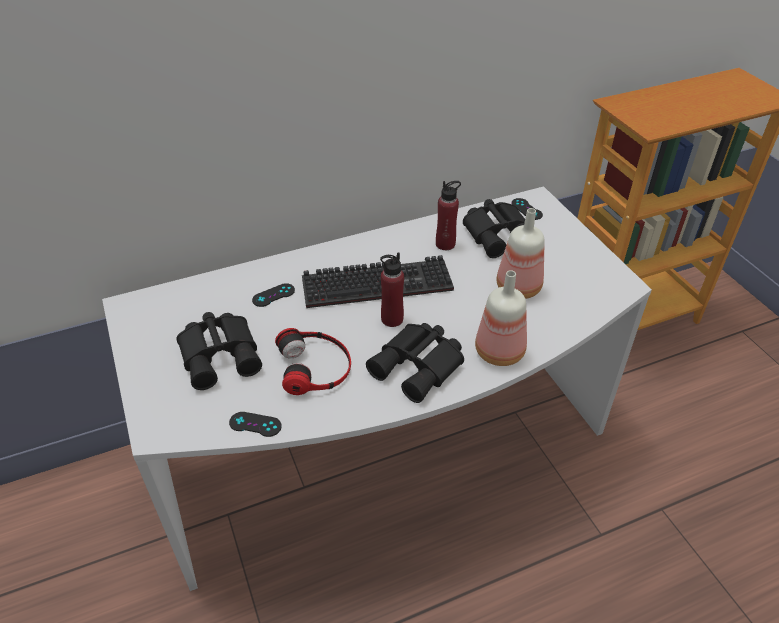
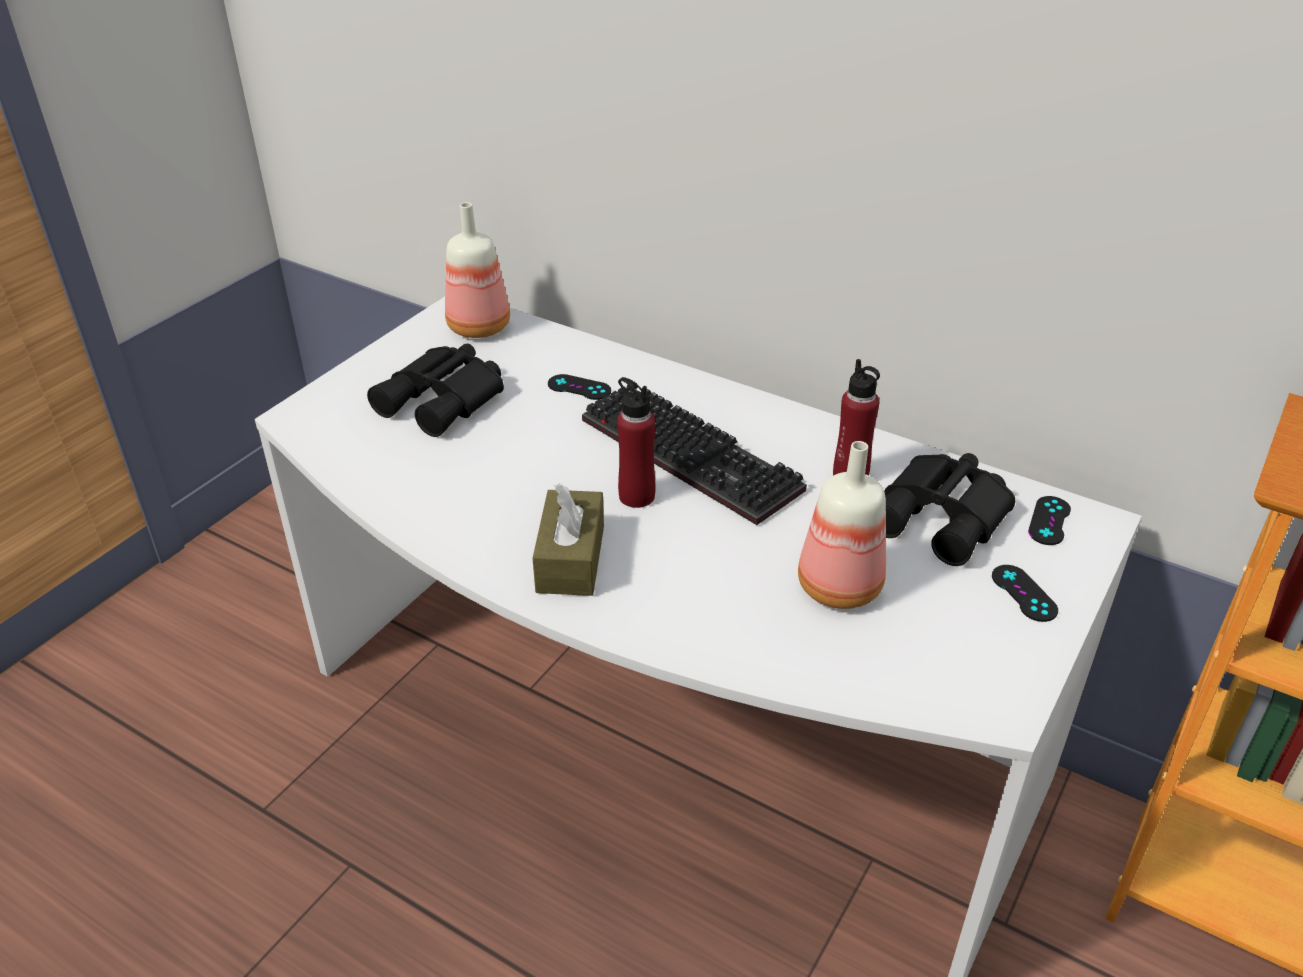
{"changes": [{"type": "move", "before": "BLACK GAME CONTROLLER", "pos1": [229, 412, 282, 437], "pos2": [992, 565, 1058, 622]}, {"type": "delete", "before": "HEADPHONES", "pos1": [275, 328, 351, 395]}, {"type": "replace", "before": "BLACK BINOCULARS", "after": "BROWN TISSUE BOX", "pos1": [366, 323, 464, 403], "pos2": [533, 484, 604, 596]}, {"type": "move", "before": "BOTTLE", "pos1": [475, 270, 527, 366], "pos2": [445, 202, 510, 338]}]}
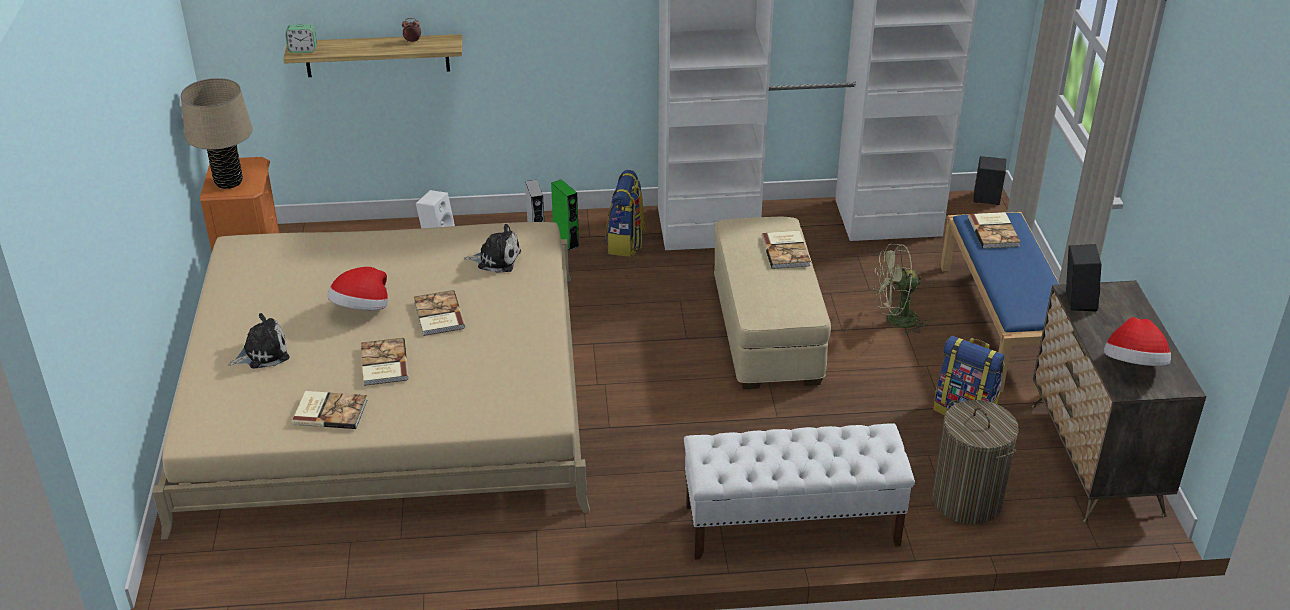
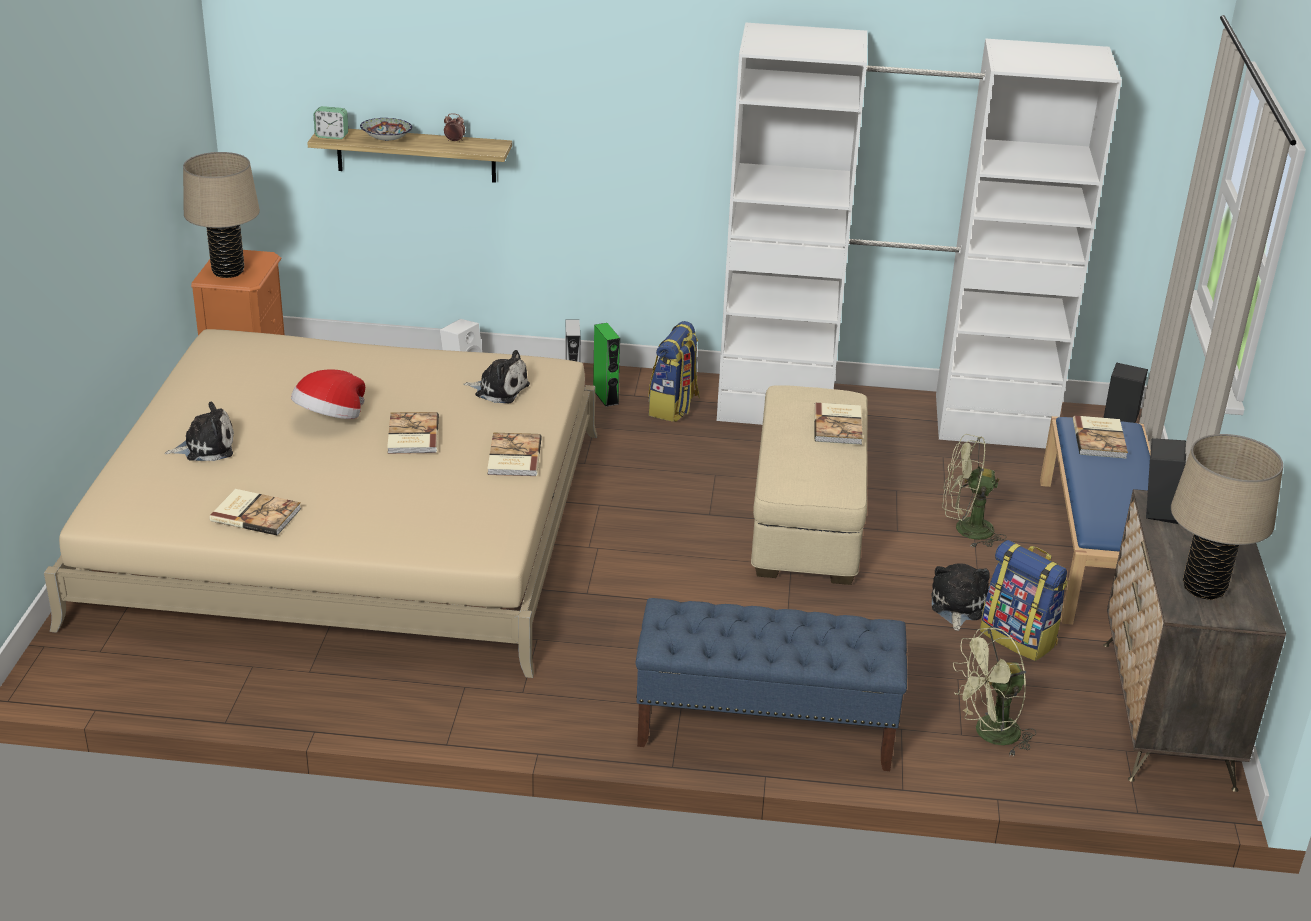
{"changes": [{"type": "move", "before": "BOOK", "pos1": [361, 338, 409, 386], "pos2": [487, 433, 542, 476]}, {"type": "recolor", "before": "WHITE BENCH", "after": "BLUE BENCH", "pos1": [684, 423, 915, 560], "pos2": [636, 598, 907, 771]}, {"type": "replace", "before": "LAUNDRY BASKET", "after": "GREEN FAN", "pos1": [932, 400, 1019, 524], "pos2": [953, 627, 1036, 756]}, {"type": "replace", "before": "HAT", "after": "BEIGE TABLE LAMP", "pos1": [1104, 317, 1171, 366], "pos2": [1171, 434, 1283, 600]}, {"type": "insert", "after": "BOWL", "pos2": [360, 118, 412, 141]}, {"type": "insert", "after": "PLUSH TOY", "pos2": [931, 563, 990, 631]}]}
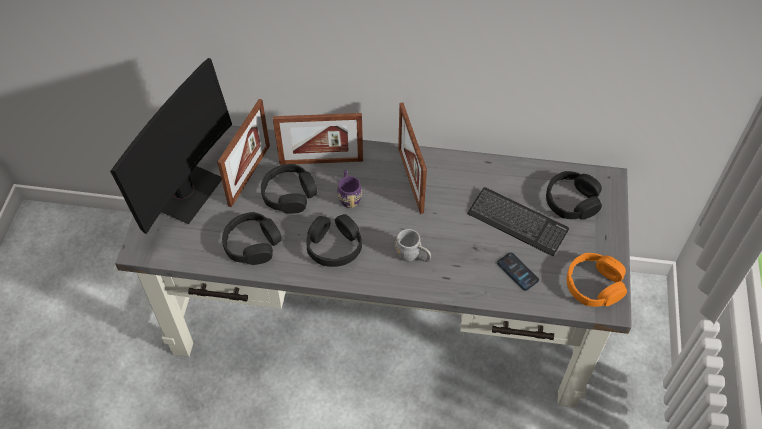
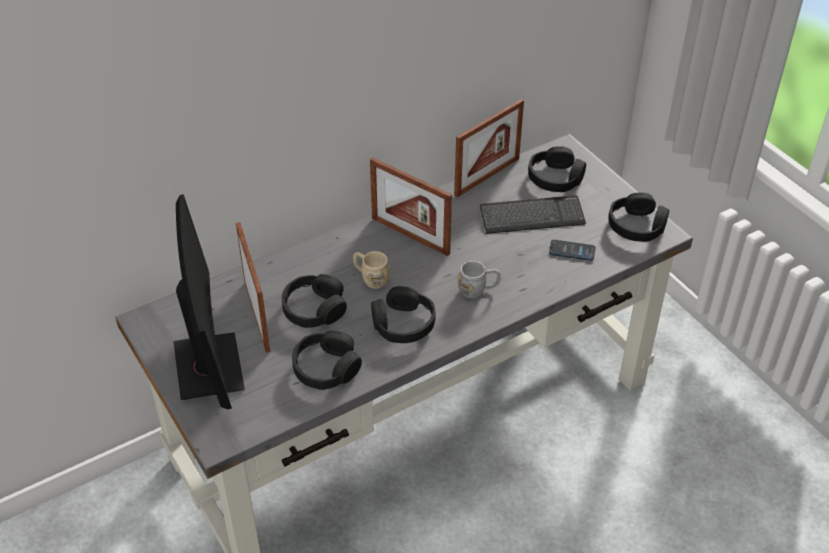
{"changes": [{"type": "move", "before": "PICTURE FRAME", "pos1": [273, 113, 363, 165], "pos2": [454, 99, 524, 197]}, {"type": "recolor", "before": "PURPLE MUG", "after": "BEIGE MUG", "pos1": [337, 170, 362, 208], "pos2": [353, 251, 390, 289]}, {"type": "recolor", "before": "ORANGE HEADPHONES", "after": "BLACK HEADPHONES", "pos1": [567, 253, 627, 307], "pos2": [608, 193, 669, 242]}]}
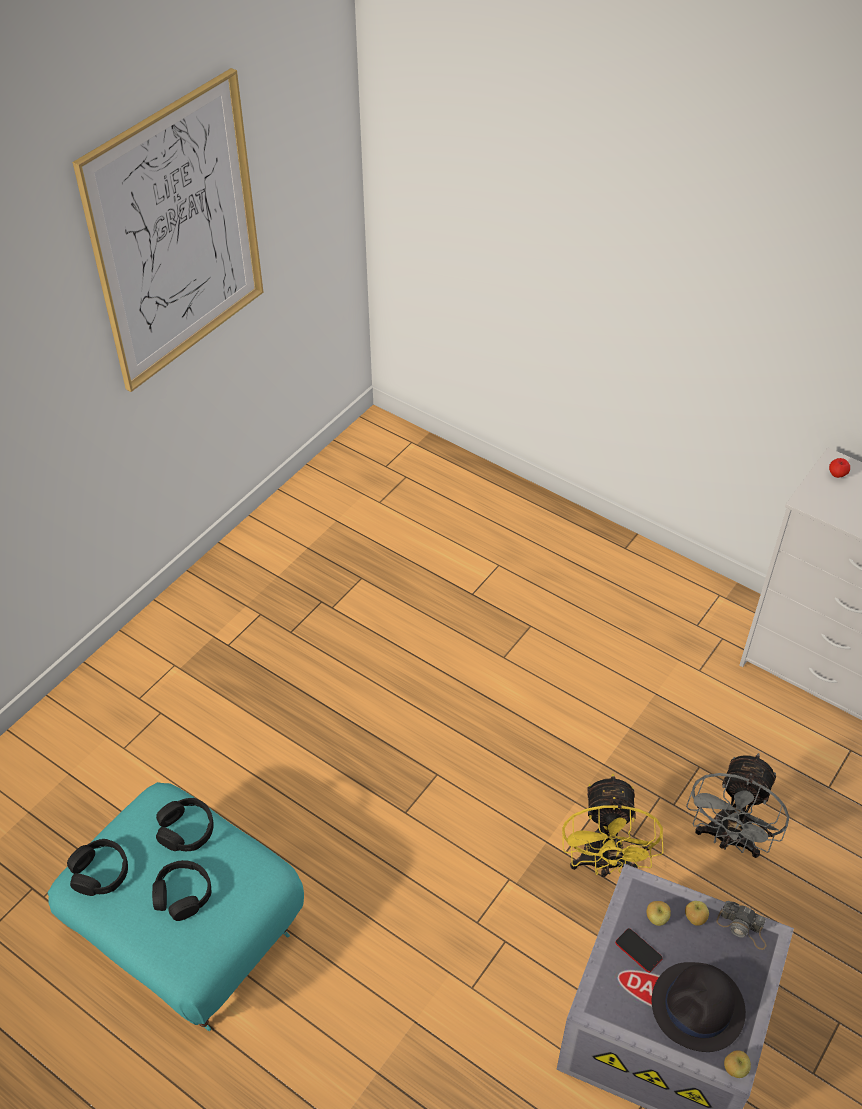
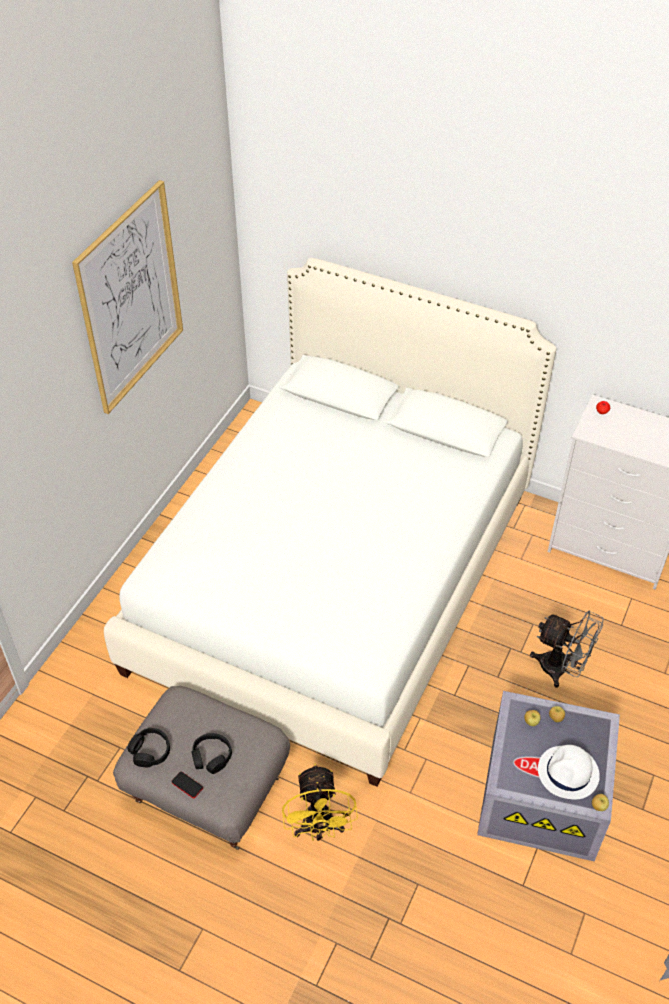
{"changes": [{"type": "recolor", "before": "TURQUOISE OTTOMAN", "after": "GREY OTTOMAN", "pos1": [48, 782, 304, 1031], "pos2": [113, 686, 290, 850]}, {"type": "delete", "before": "BLACK HEADPHONES", "pos1": [156, 798, 214, 851]}, {"type": "move", "before": "YELLOW FAN", "pos1": [562, 774, 664, 877], "pos2": [282, 764, 358, 841]}, {"type": "move", "before": "PHONE", "pos1": [615, 928, 663, 973], "pos2": [171, 771, 203, 798]}, {"type": "recolor", "before": "BLACK HAT", "after": "WHITE HAT", "pos1": [652, 962, 746, 1052], "pos2": [538, 745, 600, 799]}, {"type": "rotate", "before": "GREY FAN", "pos1": [686, 753, 790, 858], "pos2": [530, 611, 604, 688], "turn": -75}, {"type": "delete", "before": "PHOTO CAMERA", "pos1": [716, 901, 766, 950]}, {"type": "insert", "after": "WHITE BED", "pos2": [104, 258, 557, 787]}]}
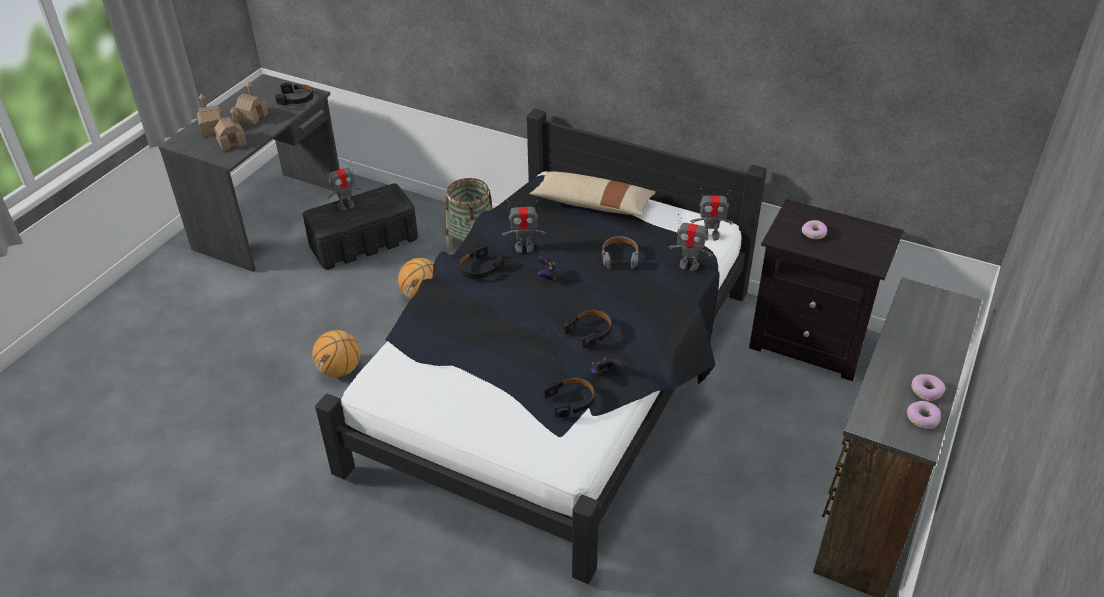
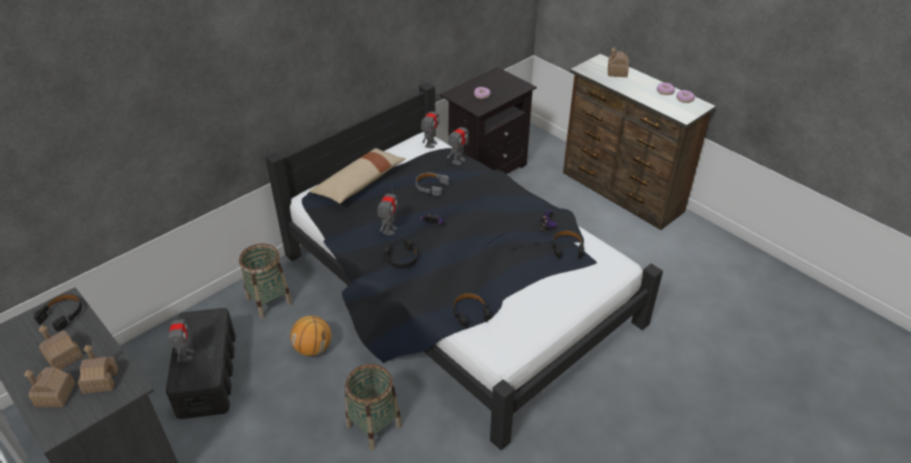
{"changes": [{"type": "replace", "before": "BASKETBALL", "after": "BASKET", "pos1": [312, 330, 360, 377], "pos2": [345, 364, 402, 450]}, {"type": "move", "before": "BLACK HEADPHONES", "pos1": [564, 310, 612, 348], "pos2": [453, 293, 491, 328]}, {"type": "insert", "after": "TOY HOUSE", "pos2": [608, 47, 629, 77]}]}
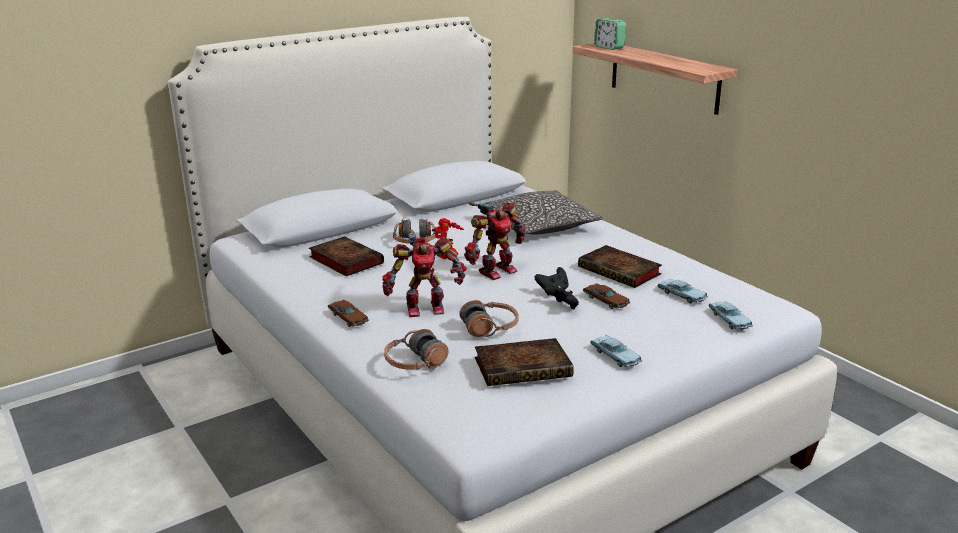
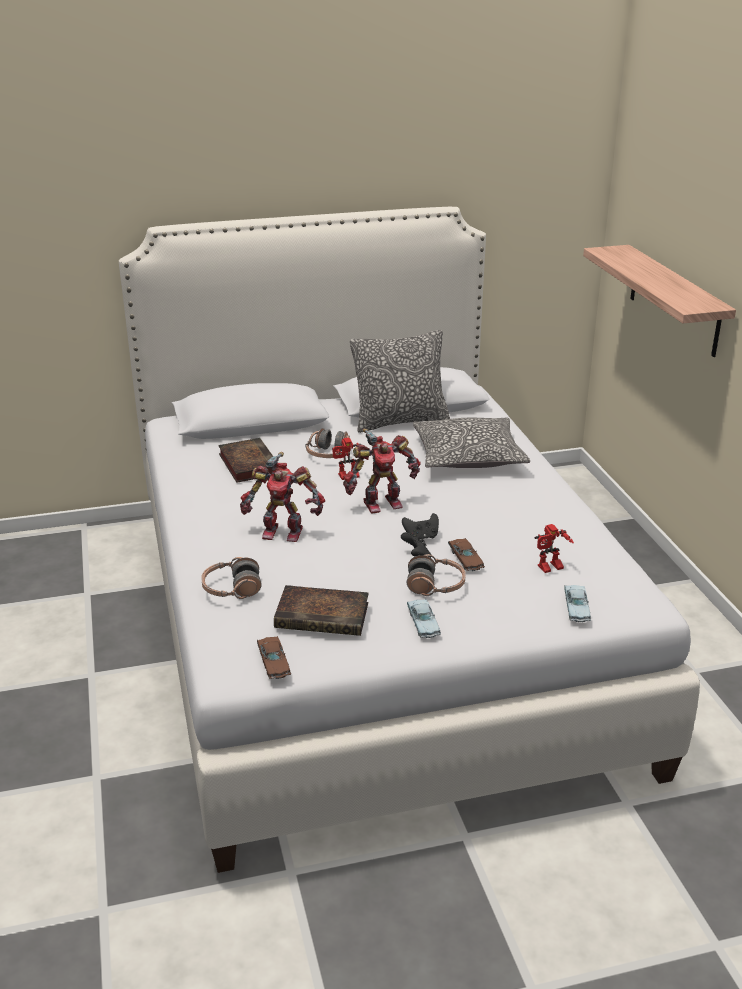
{"changes": [{"type": "move", "before": "BROWN TOY CAR", "pos1": [328, 300, 369, 327], "pos2": [257, 636, 291, 679]}, {"type": "move", "before": "HEADPHONES", "pos1": [459, 300, 519, 337], "pos2": [407, 554, 465, 596]}, {"type": "delete", "before": "BOOK", "pos1": [578, 245, 662, 288]}, {"type": "delete", "before": "ALARM CLOCK", "pos1": [594, 18, 626, 50]}, {"type": "replace", "before": "BLUE TOY CAR", "after": "TOY ROBOT", "pos1": [657, 279, 708, 303], "pos2": [535, 524, 574, 573]}, {"type": "insert", "after": "PILLOW", "pos2": [350, 330, 450, 433]}]}
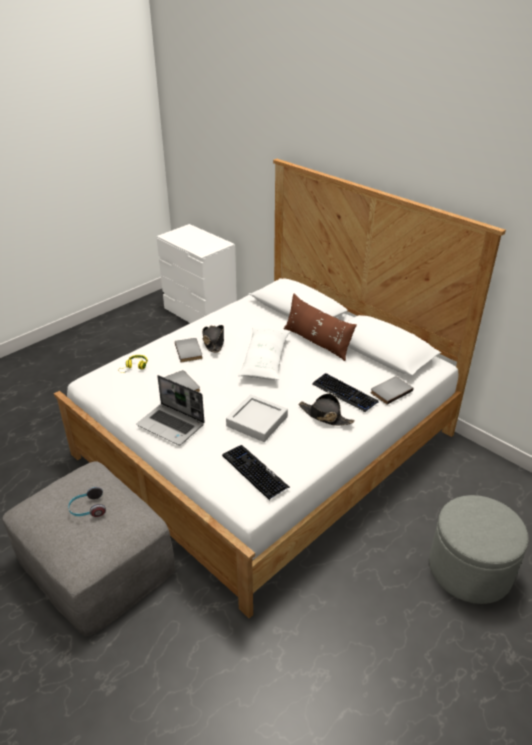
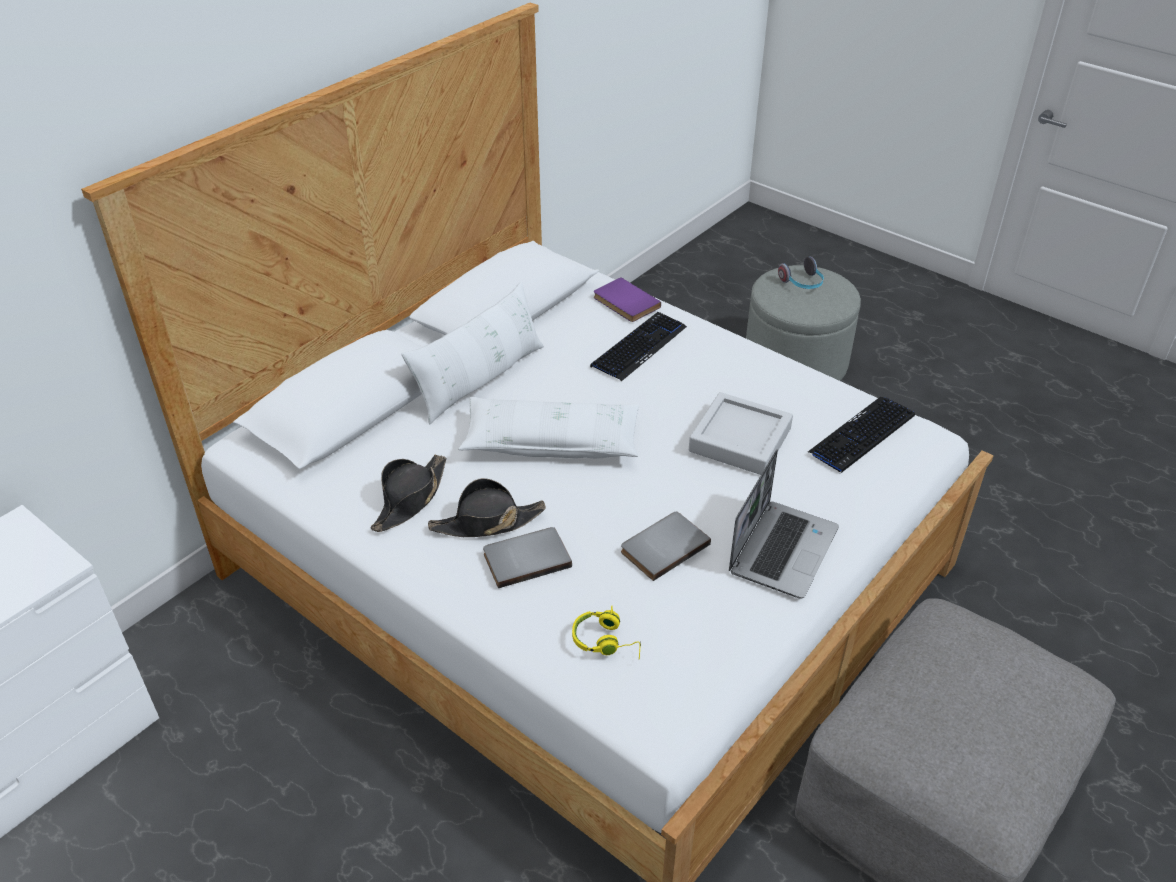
{"changes": [{"type": "move", "before": "HEADPHONES", "pos1": [68, 487, 106, 517], "pos2": [778, 257, 824, 289]}, {"type": "recolor", "before": "BROWN PILLOW", "after": "WHITE PILLOW", "pos1": [284, 294, 357, 361], "pos2": [401, 282, 544, 425]}, {"type": "move", "before": "BLACK HAT", "pos1": [299, 393, 355, 426], "pos2": [370, 455, 446, 532]}, {"type": "recolor", "before": "GREY BOOK", "after": "PURPLE BOOK", "pos1": [371, 377, 413, 405], "pos2": [594, 277, 661, 322]}]}
